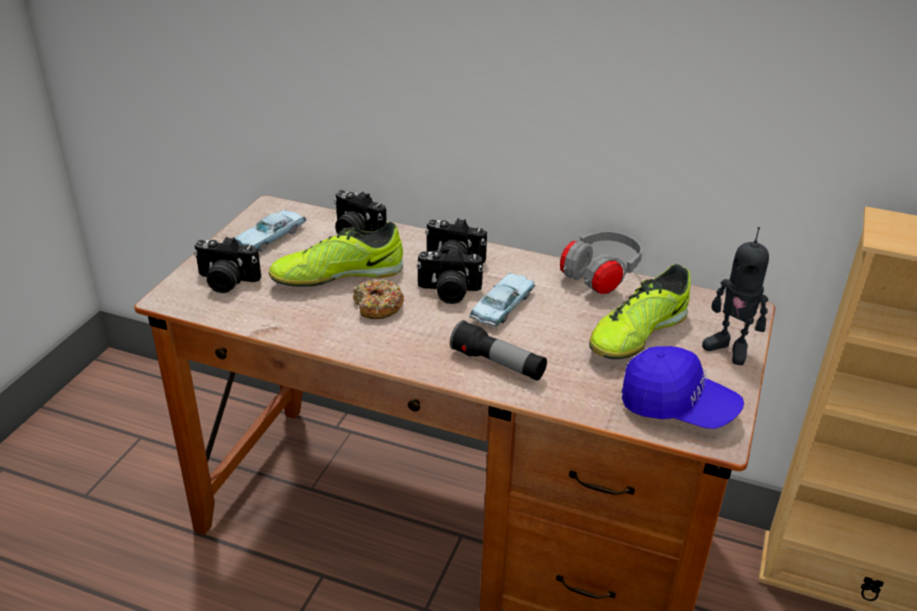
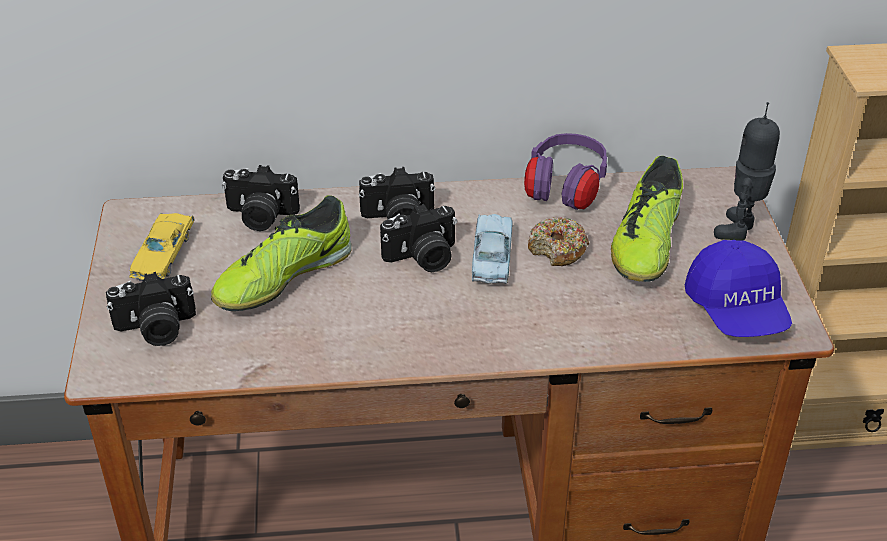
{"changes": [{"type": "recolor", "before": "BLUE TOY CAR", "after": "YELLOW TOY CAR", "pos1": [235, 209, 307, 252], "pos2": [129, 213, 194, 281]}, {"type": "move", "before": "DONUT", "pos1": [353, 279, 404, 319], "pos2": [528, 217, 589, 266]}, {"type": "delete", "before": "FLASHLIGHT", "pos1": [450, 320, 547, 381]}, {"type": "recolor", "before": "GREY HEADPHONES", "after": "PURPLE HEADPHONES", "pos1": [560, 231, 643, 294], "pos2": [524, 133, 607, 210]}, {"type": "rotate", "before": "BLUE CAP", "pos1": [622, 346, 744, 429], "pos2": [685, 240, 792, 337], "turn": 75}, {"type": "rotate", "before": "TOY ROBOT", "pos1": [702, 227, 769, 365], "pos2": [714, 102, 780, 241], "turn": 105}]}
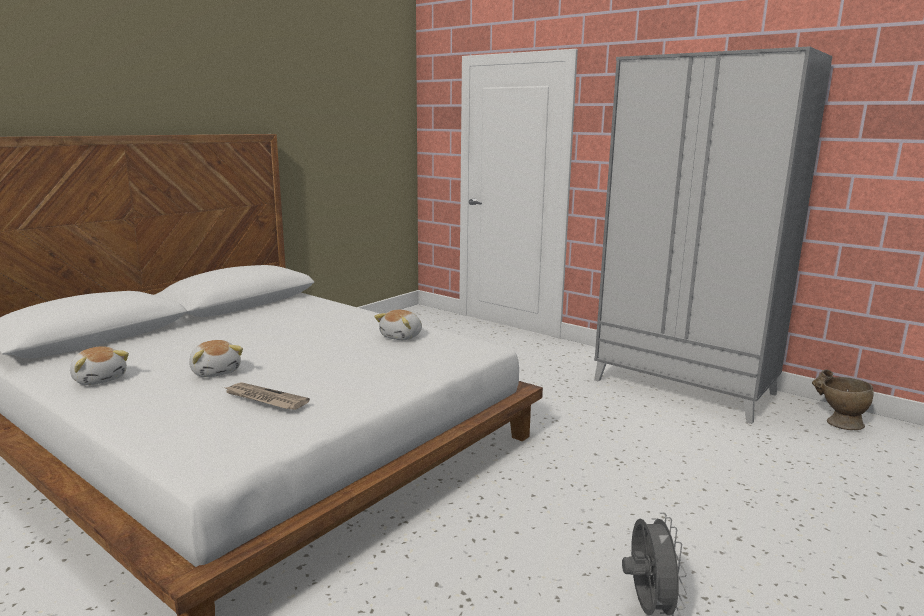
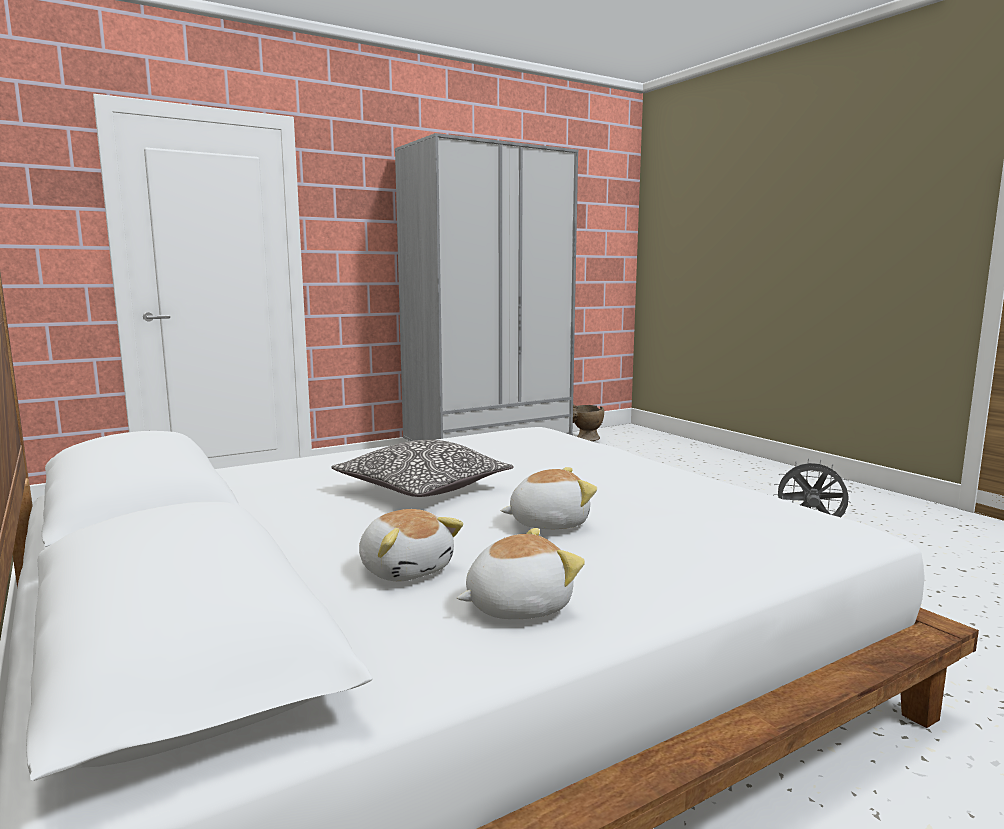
{"changes": [{"type": "delete", "before": "NEWSPAPER", "pos1": [226, 382, 310, 410]}, {"type": "move", "before": "PLUSH TOY", "pos1": [374, 310, 422, 340], "pos2": [359, 509, 463, 582]}, {"type": "insert", "after": "PILLOW", "pos2": [331, 440, 514, 497]}]}
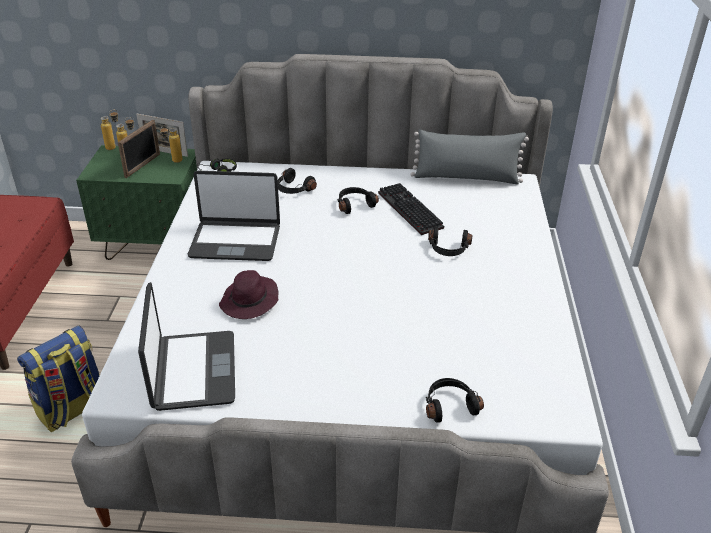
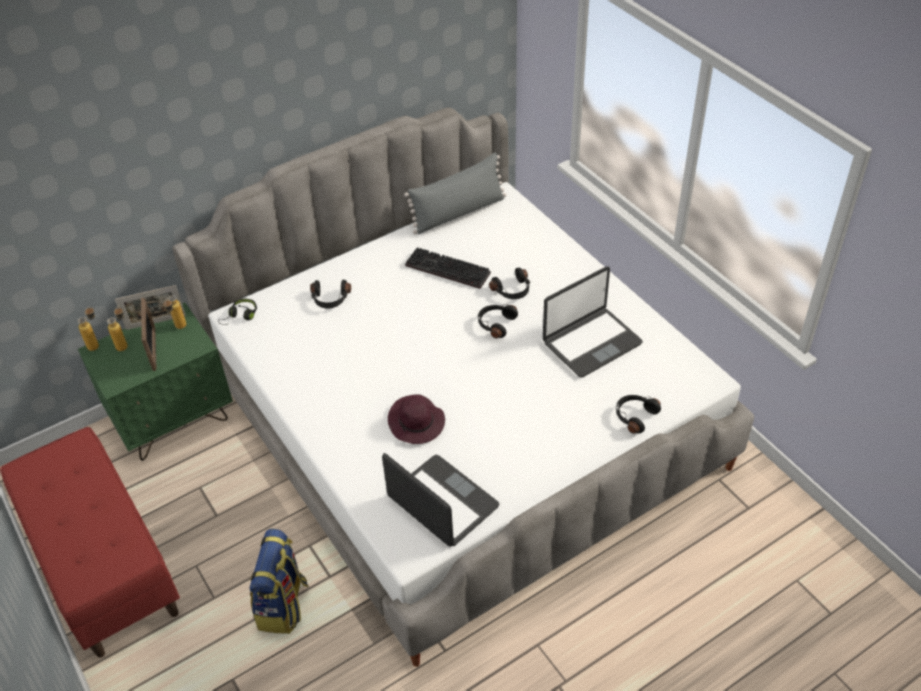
{"changes": [{"type": "move", "before": "LAPTOP", "pos1": [188, 171, 280, 261], "pos2": [543, 266, 643, 378]}, {"type": "move", "before": "BLACK HEADPHONES", "pos1": [337, 187, 379, 214], "pos2": [478, 304, 518, 338]}]}
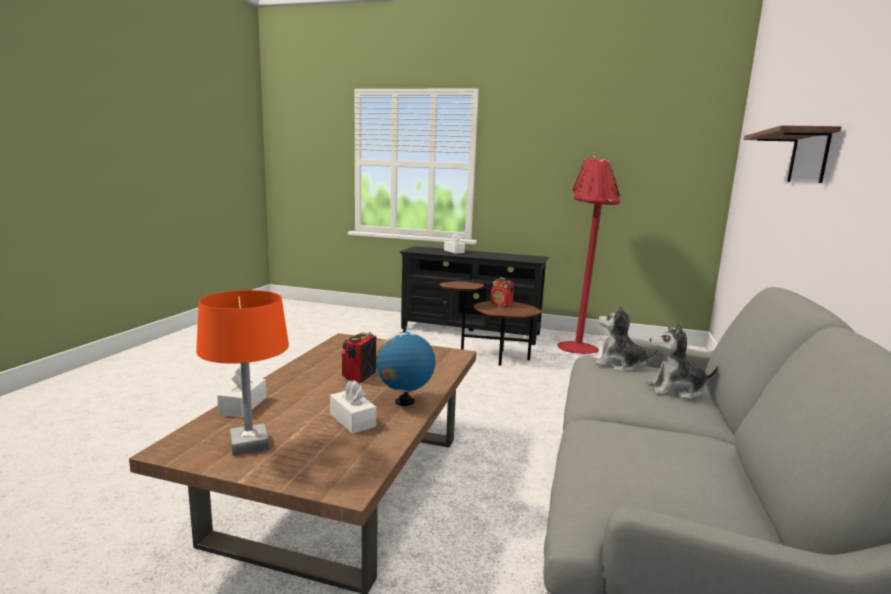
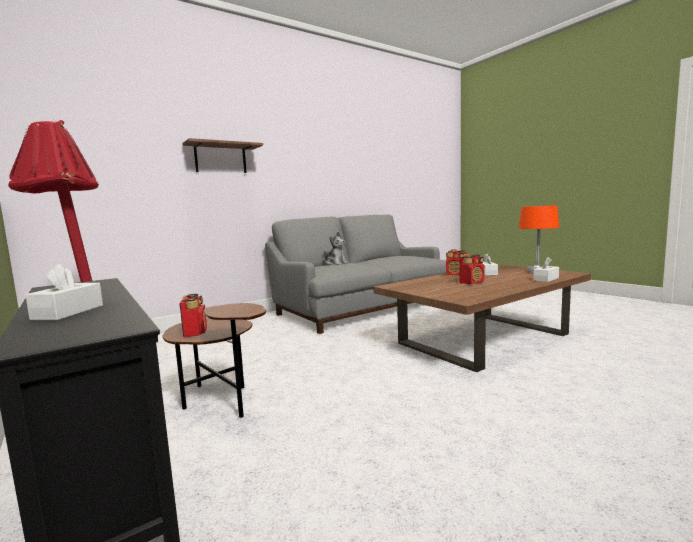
{"changes": [{"type": "replace", "before": "GLOBE", "after": "RADIO", "pos1": [376, 327, 435, 406], "pos2": [446, 249, 467, 276]}, {"type": "delete", "before": "PLUSH TOY", "pos1": [595, 305, 658, 372]}]}
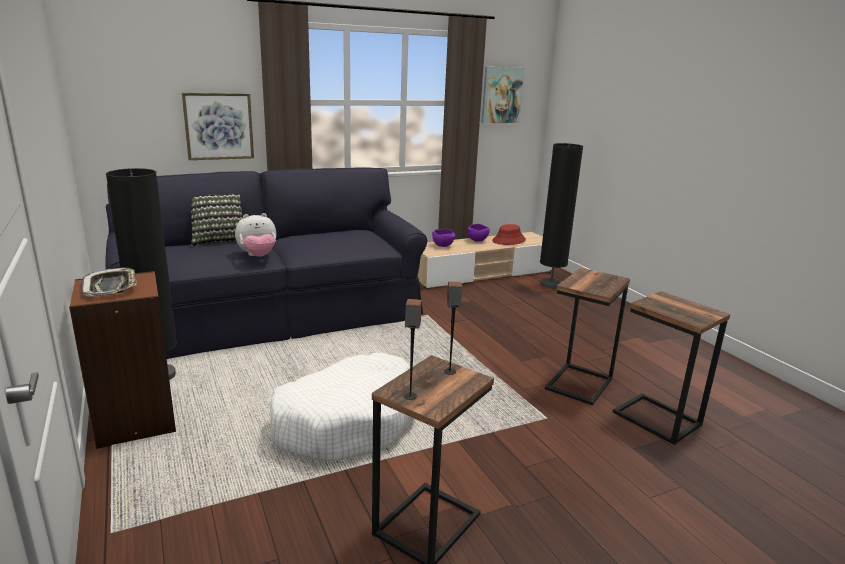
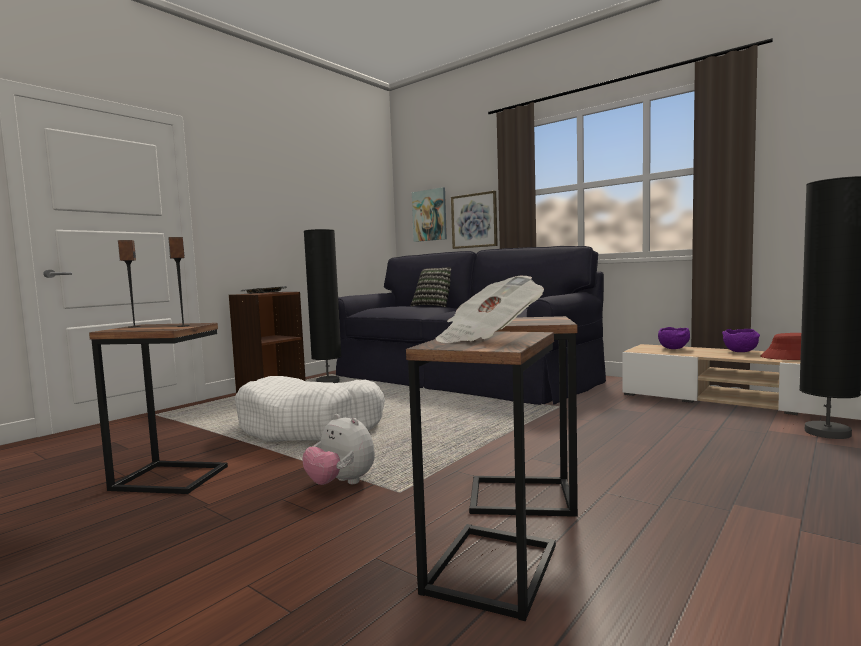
{"changes": [{"type": "move", "before": "PLUSH TOY", "pos1": [235, 213, 276, 257], "pos2": [303, 414, 375, 485]}, {"type": "move", "before": "PICTURE", "pos1": [481, 67, 524, 123], "pos2": [412, 187, 447, 242]}, {"type": "insert", "after": "NEWSPAPER", "pos2": [436, 276, 544, 343]}]}
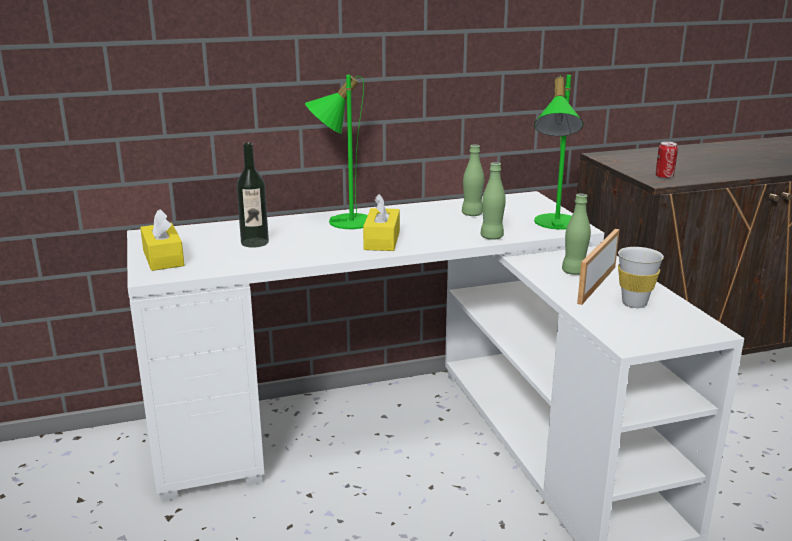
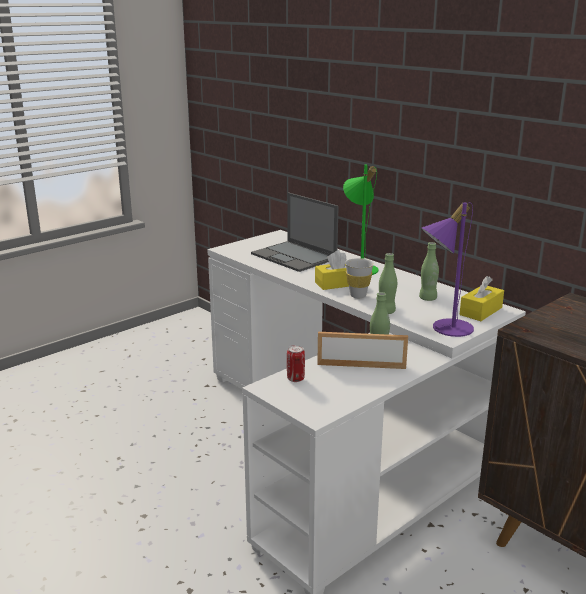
{"changes": [{"type": "move", "before": "YELLOW TISSUE BOX", "pos1": [140, 209, 184, 271], "pos2": [460, 276, 504, 321]}, {"type": "replace", "before": "BOTTLE", "after": "LAPTOP", "pos1": [236, 143, 269, 248], "pos2": [251, 192, 339, 272]}, {"type": "recolor", "before": "GREEN TABLE LAMP", "after": "PURPLE TABLE LAMP", "pos1": [534, 75, 583, 230], "pos2": [421, 202, 474, 337]}, {"type": "move", "before": "WHITE CUP", "pos1": [618, 247, 664, 308], "pos2": [345, 258, 374, 298]}, {"type": "move", "before": "CAN", "pos1": [656, 142, 678, 179], "pos2": [287, 345, 305, 382]}]}
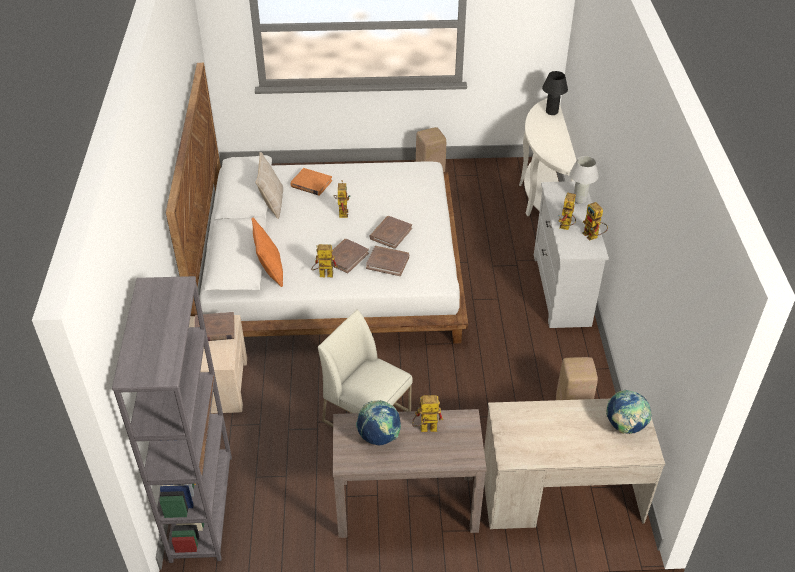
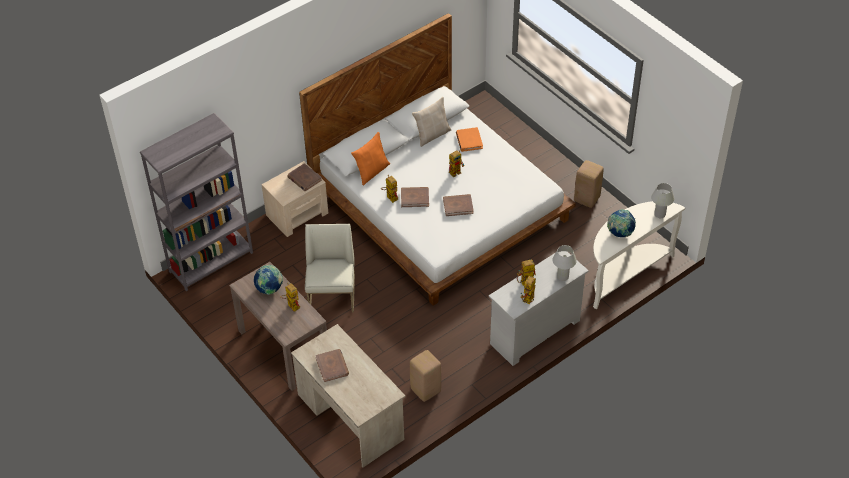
{"changes": [{"type": "move", "before": "BROWN BOOK", "pos1": [366, 246, 409, 276], "pos2": [315, 349, 349, 382]}, {"type": "recolor", "before": "BLACK TABLE LAMP", "after": "WHITE TABLE LAMP", "pos1": [542, 71, 568, 115], "pos2": [651, 183, 674, 218]}, {"type": "move", "before": "GLOBE", "pos1": [606, 390, 652, 434], "pos2": [607, 209, 636, 237]}]}
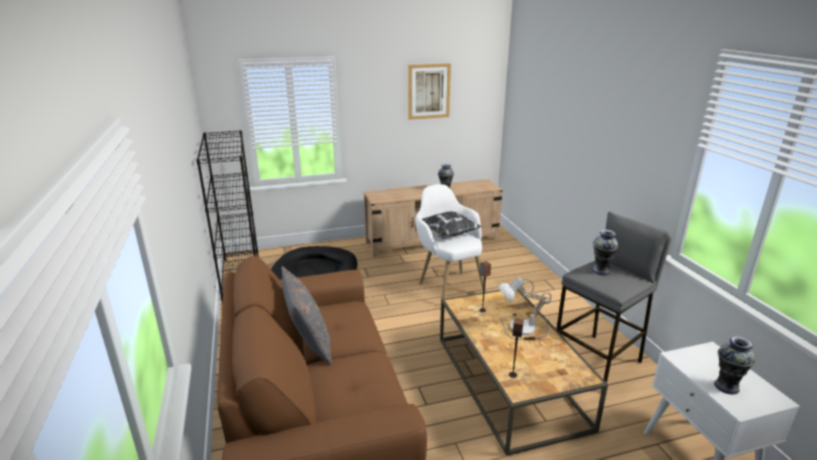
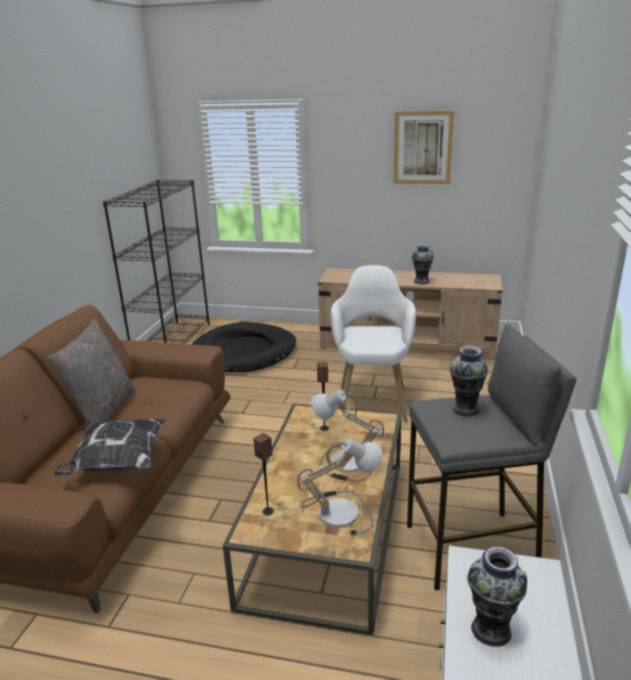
{"changes": [{"type": "move", "before": "PILLOW", "pos1": [422, 211, 482, 239], "pos2": [54, 419, 166, 476]}, {"type": "insert", "after": "TABLE LAMP", "pos2": [297, 438, 383, 537]}]}
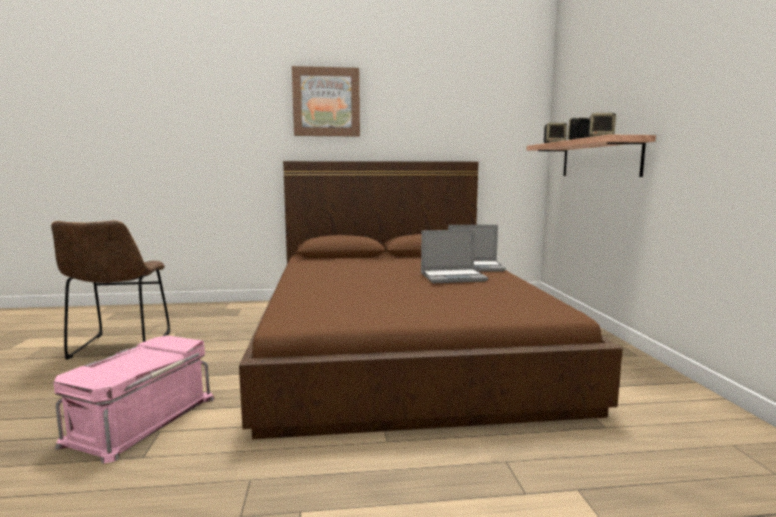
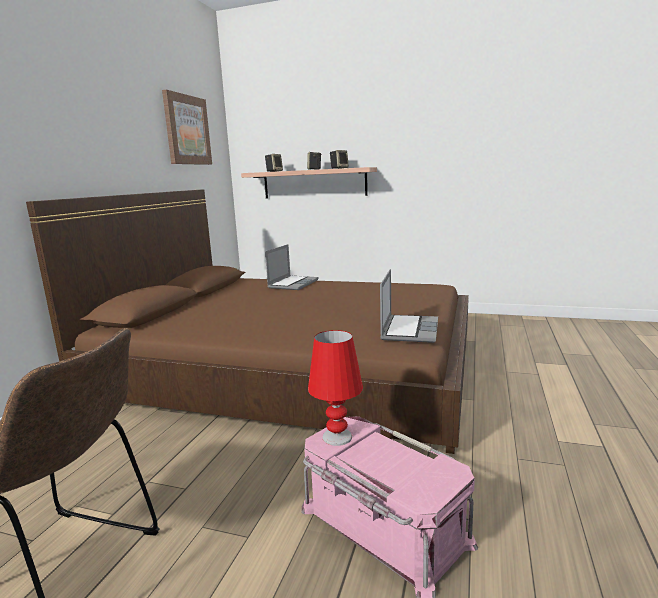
{"changes": [{"type": "move", "before": "PICTURE", "pos1": [292, 66, 360, 137], "pos2": [162, 90, 212, 165]}, {"type": "move", "before": "LAPTOP", "pos1": [421, 229, 488, 283], "pos2": [380, 269, 438, 343]}, {"type": "insert", "after": "RED TABLE LAMP", "pos2": [308, 330, 363, 446]}]}
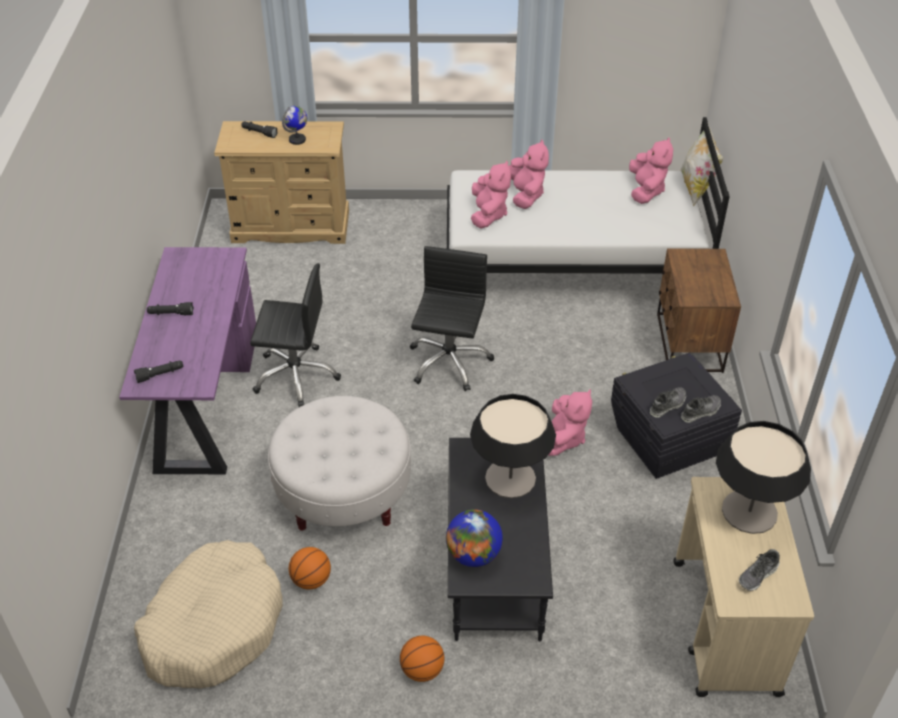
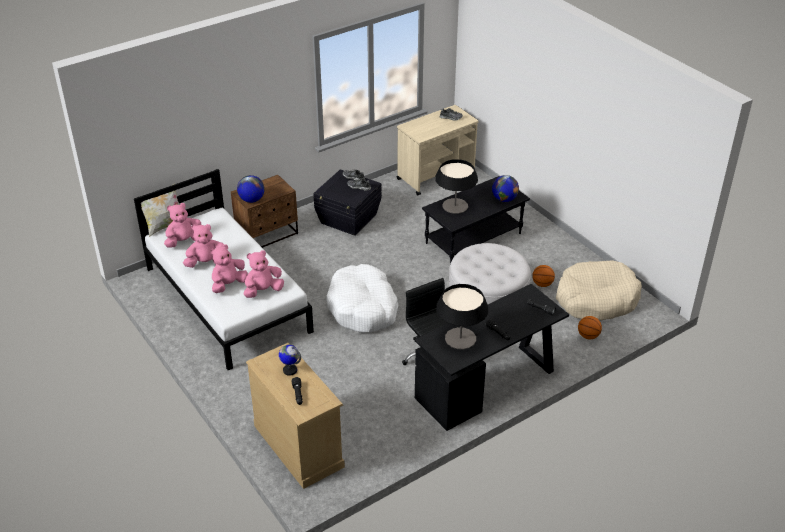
{"changes": [{"type": "recolor", "before": "PURPLE DESK", "after": "BLACK DESK", "pos1": [119, 247, 256, 474], "pos2": [415, 284, 569, 431]}, {"type": "move", "before": "BASKETBALL", "pos1": [400, 636, 444, 682], "pos2": [578, 316, 602, 339]}, {"type": "replace", "before": "BLACK OFFICE CHAIR", "after": "WHITE DOG BED", "pos1": [410, 246, 494, 391], "pos2": [327, 264, 398, 333]}, {"type": "move", "before": "PINK PLUSH TOY", "pos1": [549, 389, 592, 456], "pos2": [183, 224, 224, 268]}, {"type": "move", "before": "TABLE LAMP", "pos1": [716, 421, 811, 534], "pos2": [436, 284, 488, 350]}, {"type": "insert", "after": "GLOBE", "pos2": [237, 175, 265, 203]}]}
